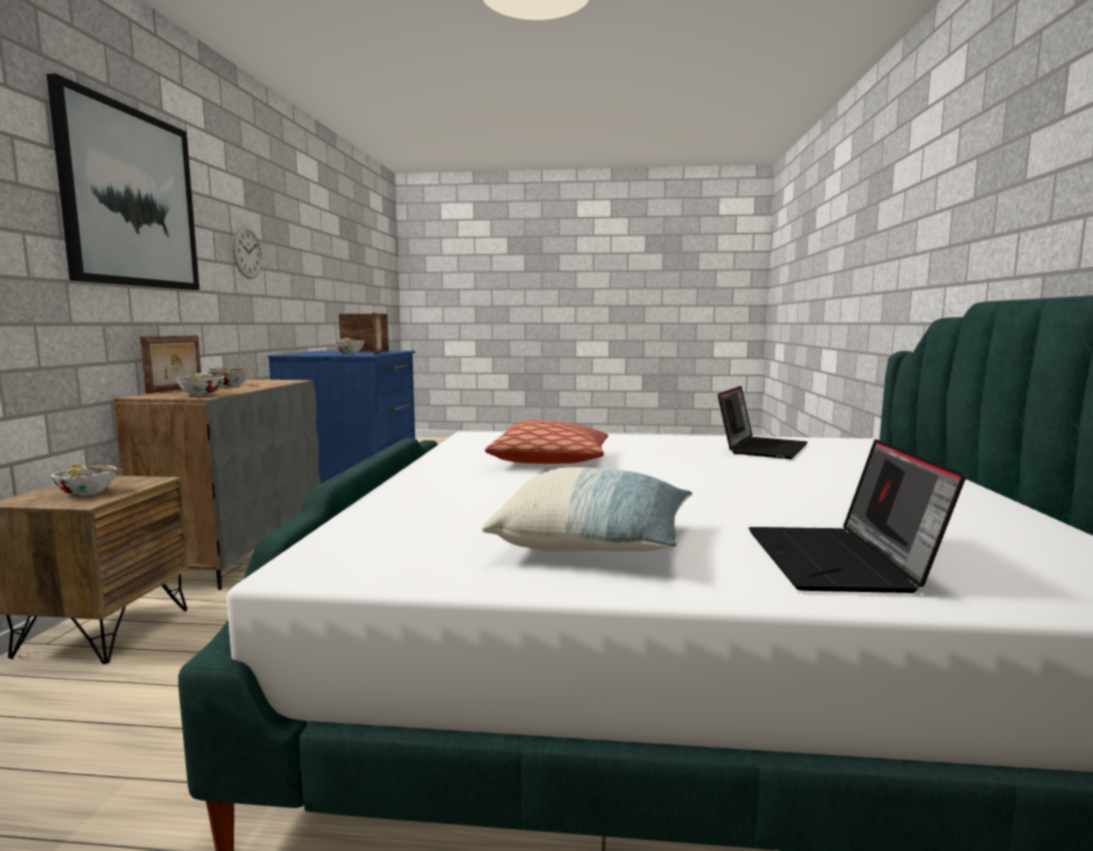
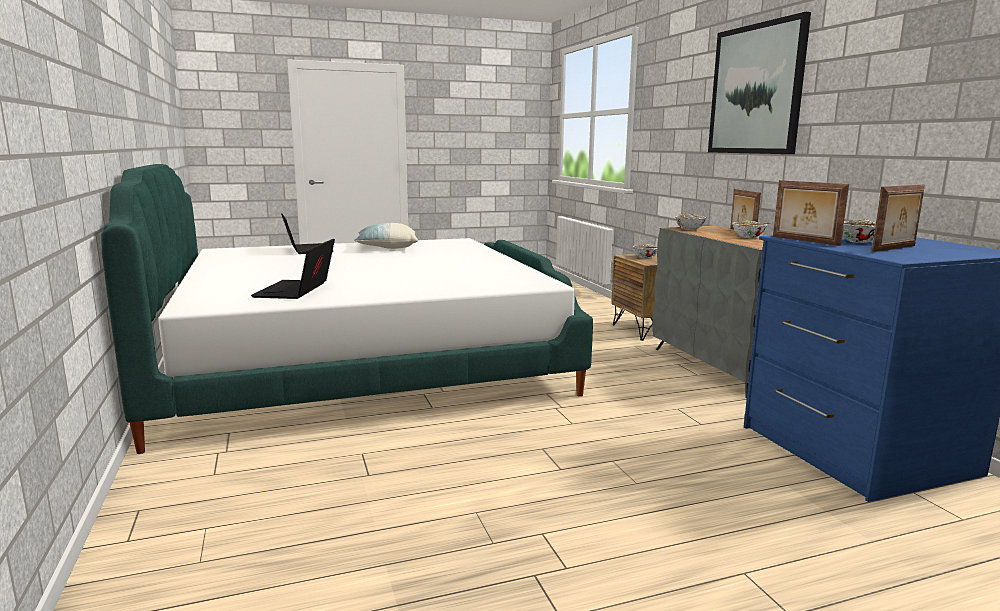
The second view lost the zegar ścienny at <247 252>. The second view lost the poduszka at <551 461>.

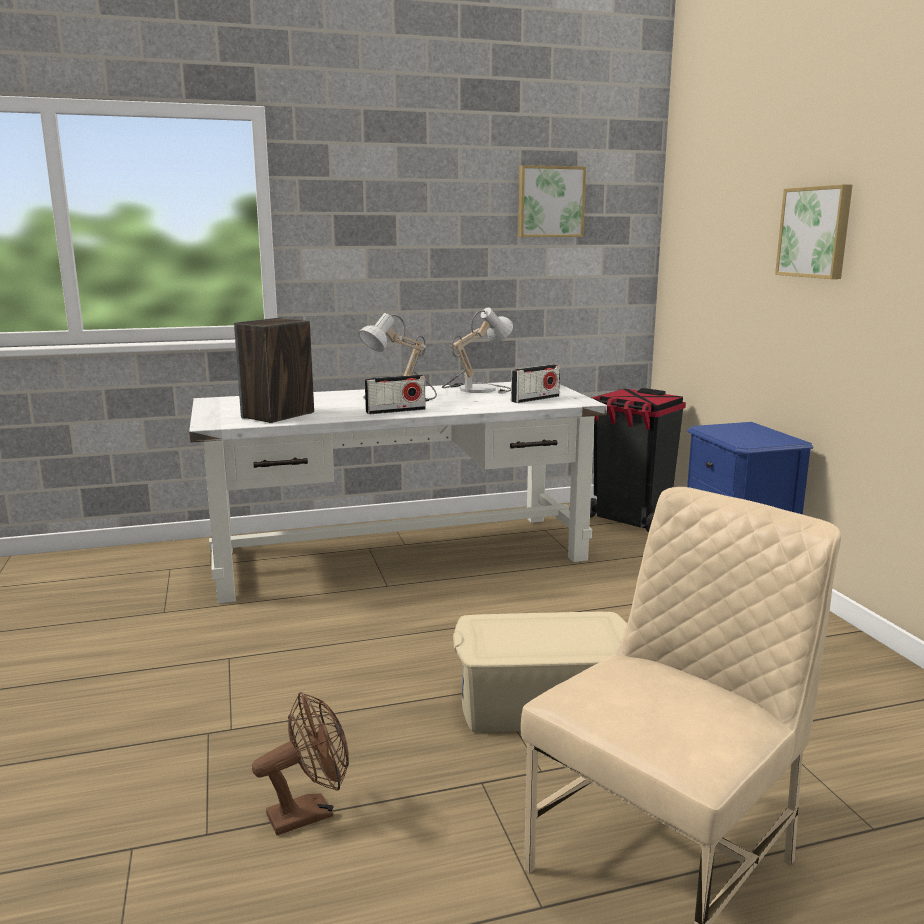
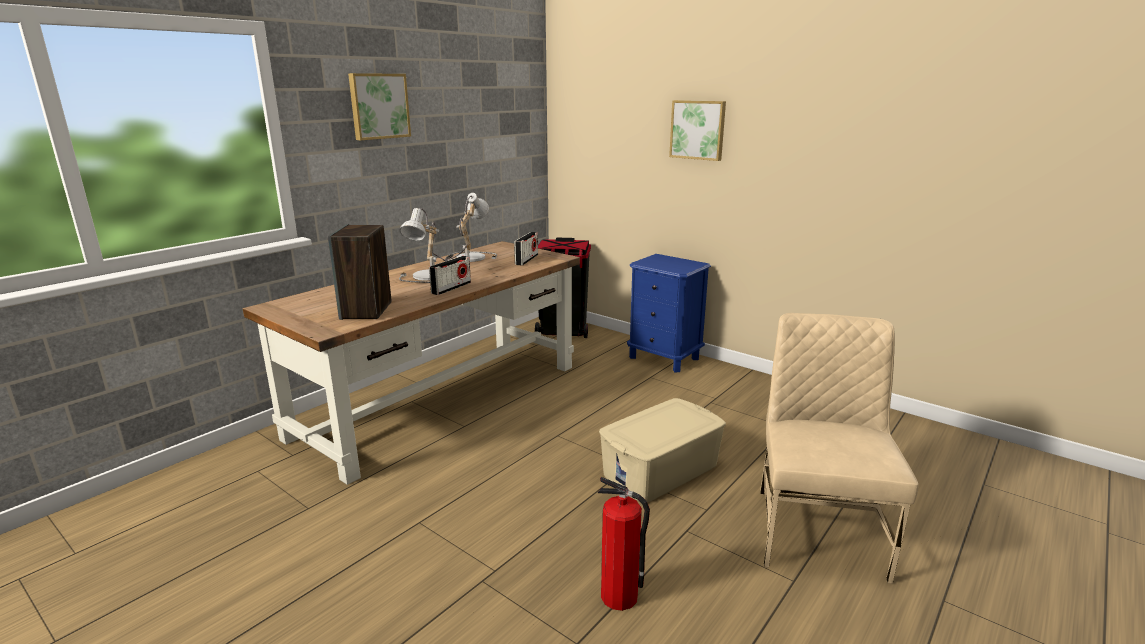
What was the biurko/biały at <400 554> turned into the biurko/brązowy at <442 399>. Where the wentylator/brązowy stood at <310 812>, the gaśnica came to stand at <620 596>. The obraz ended up elsewhere, having gone from <550 202> to <378 106>.

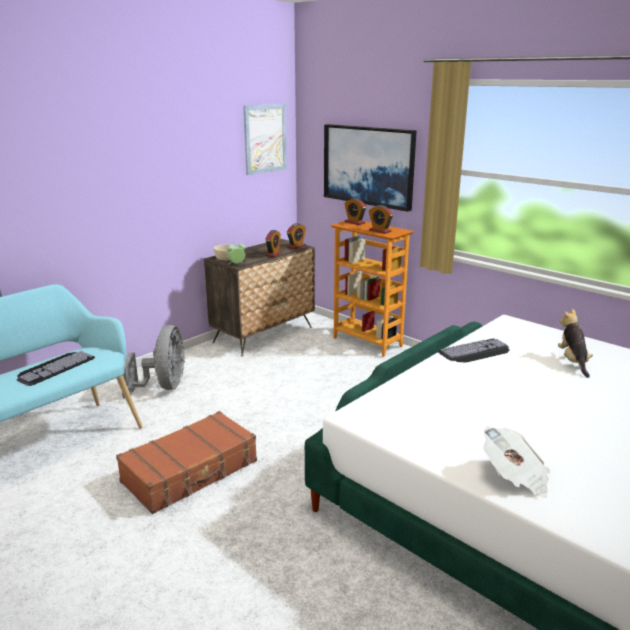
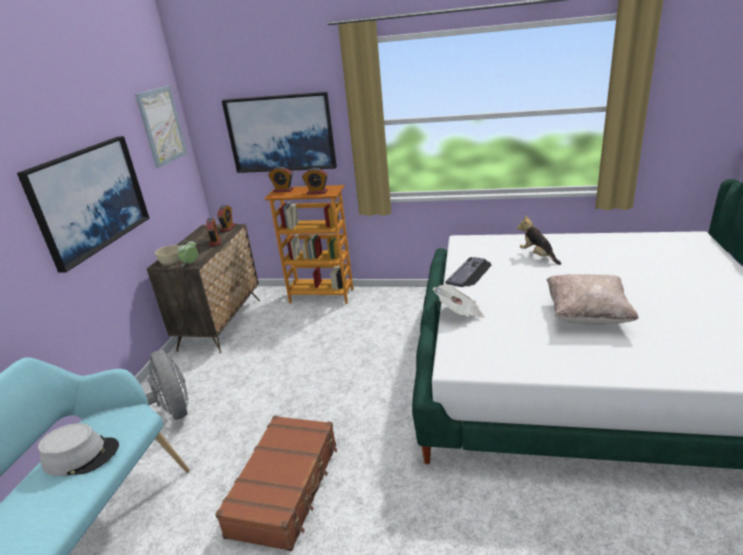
Where the klawiatura stood at <54 367>, the kapelusz/szary came to stand at <81 456>. The gazeta ended up elsewhere, having gone from <515 477> to <459 313>. The second view gained the obraz at <89 199>. The second view gained the poduszka/beżowy at <587 315>.

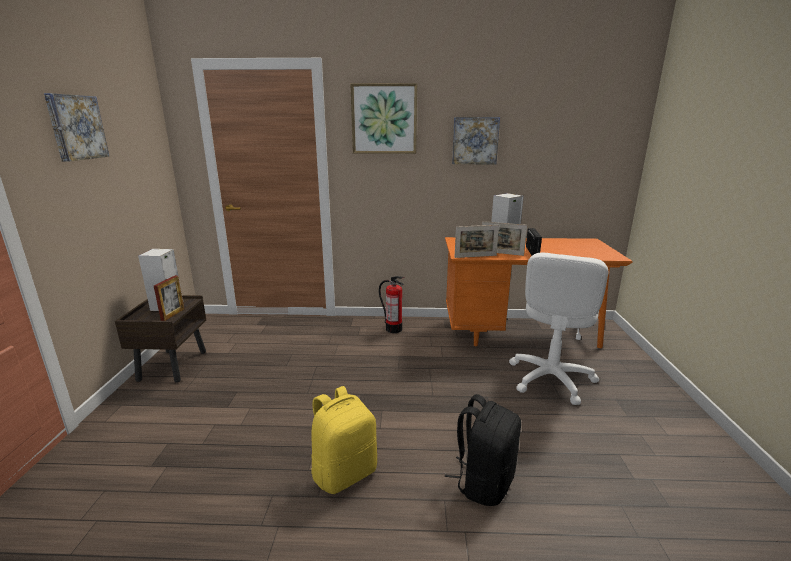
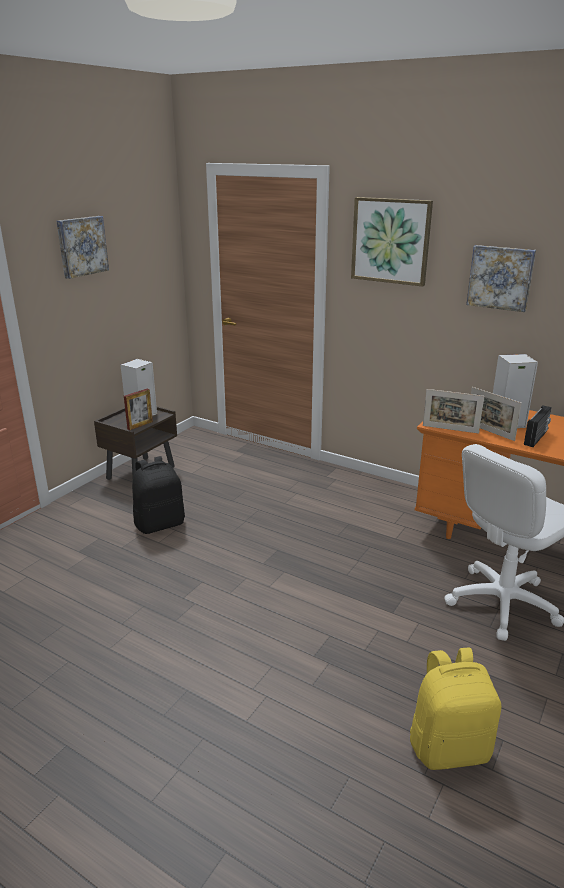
The plecak/żółty ended up elsewhere, having gone from <344 472> to <449 747>. The second view lost the gaśnica at <394 329>. The plecak/czarny ended up elsewhere, having gone from <484 482> to <160 524>.

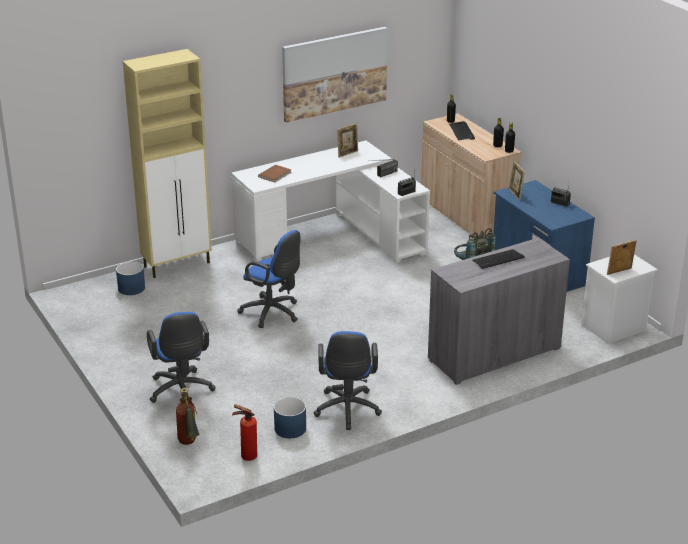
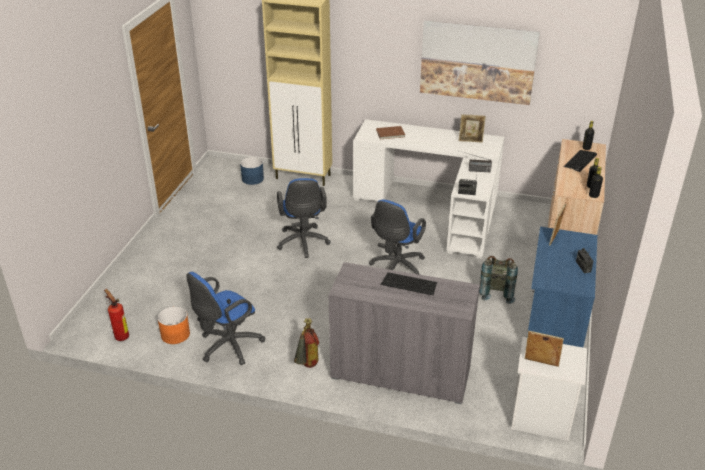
The krzesło biurowe/niebieski ended up elsewhere, having gone from <181 392> to <396 268>. The gaśnica ended up elsewhere, having gone from <189 444> to <307 367>. What was the donica/niebieski at <290 428> turned into the donica/pomarańczowy at <175 334>.

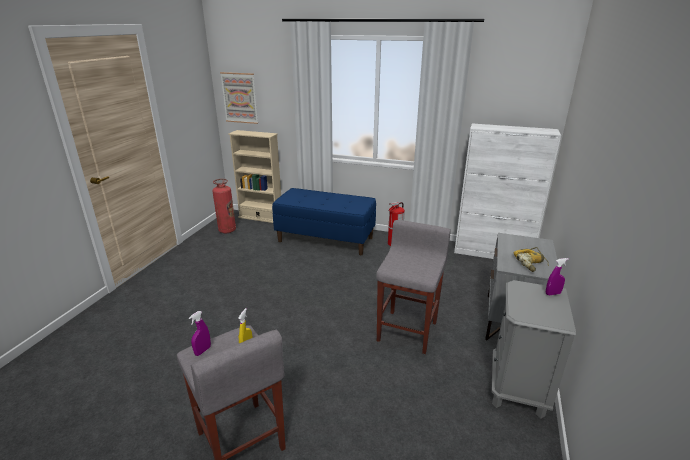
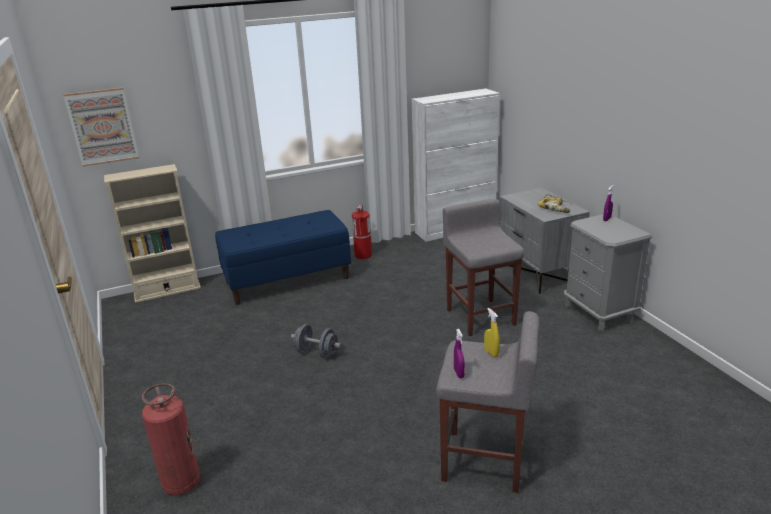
The gaśnica ended up elsewhere, having gone from <227 230> to <181 483>. The second view gained the hantel/szary at <317 353>.

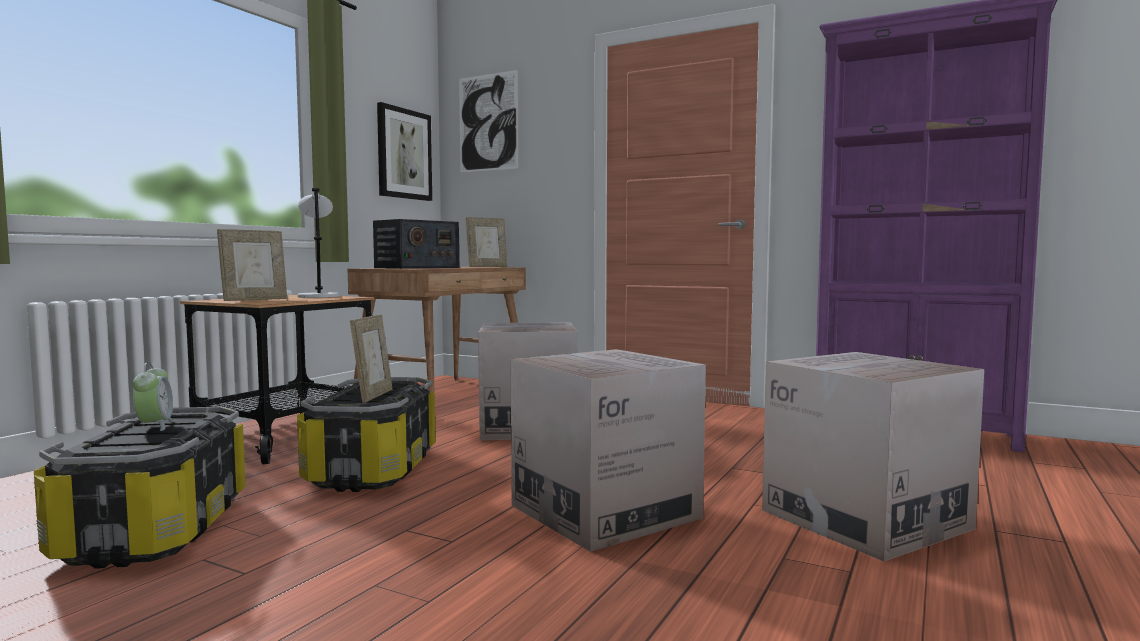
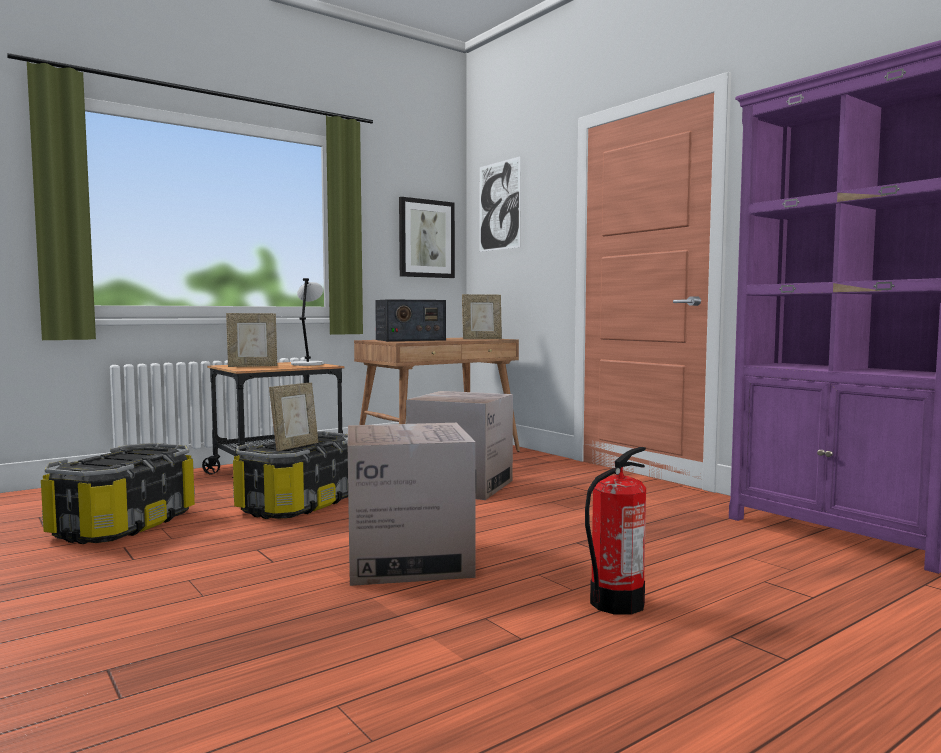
The second view lost the budzik at <155 426>. Where the karton stood at <864 519>, the gaśnica came to stand at <616 603>.

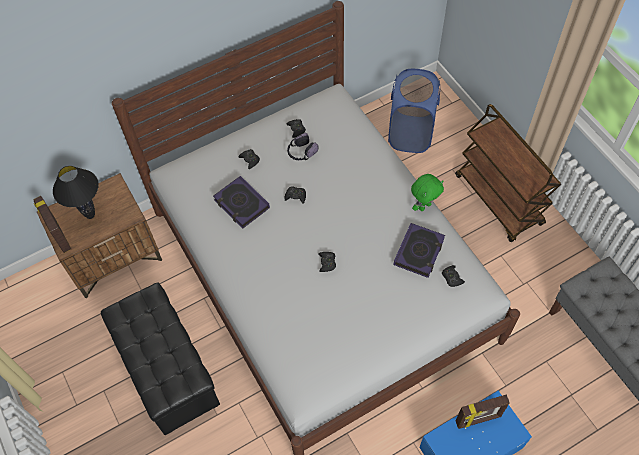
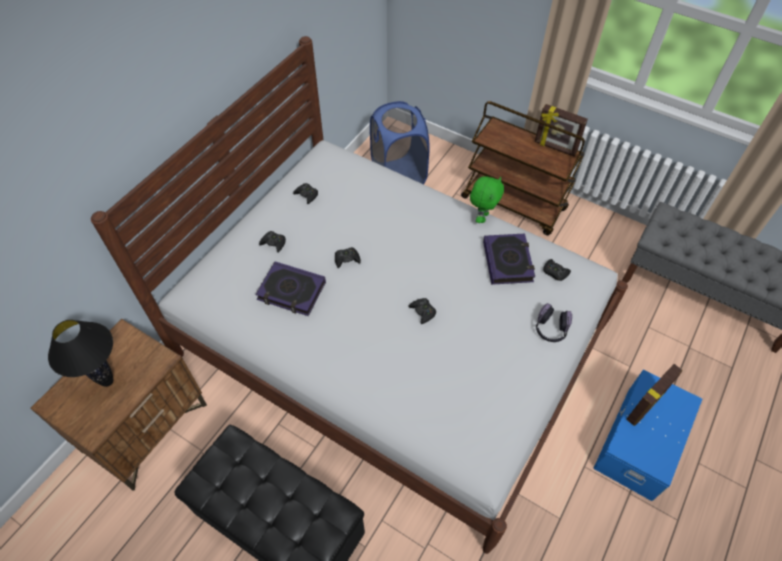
The ramka na zdjęcie ended up elsewhere, having gone from <59 236> to <555 148>. The słuchawki ended up elsewhere, having gone from <301 152> to <551 329>.

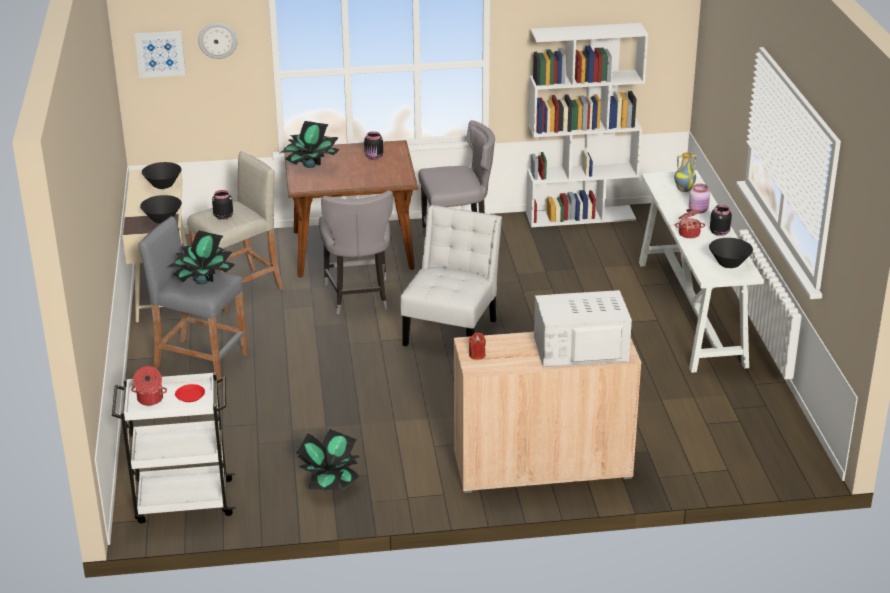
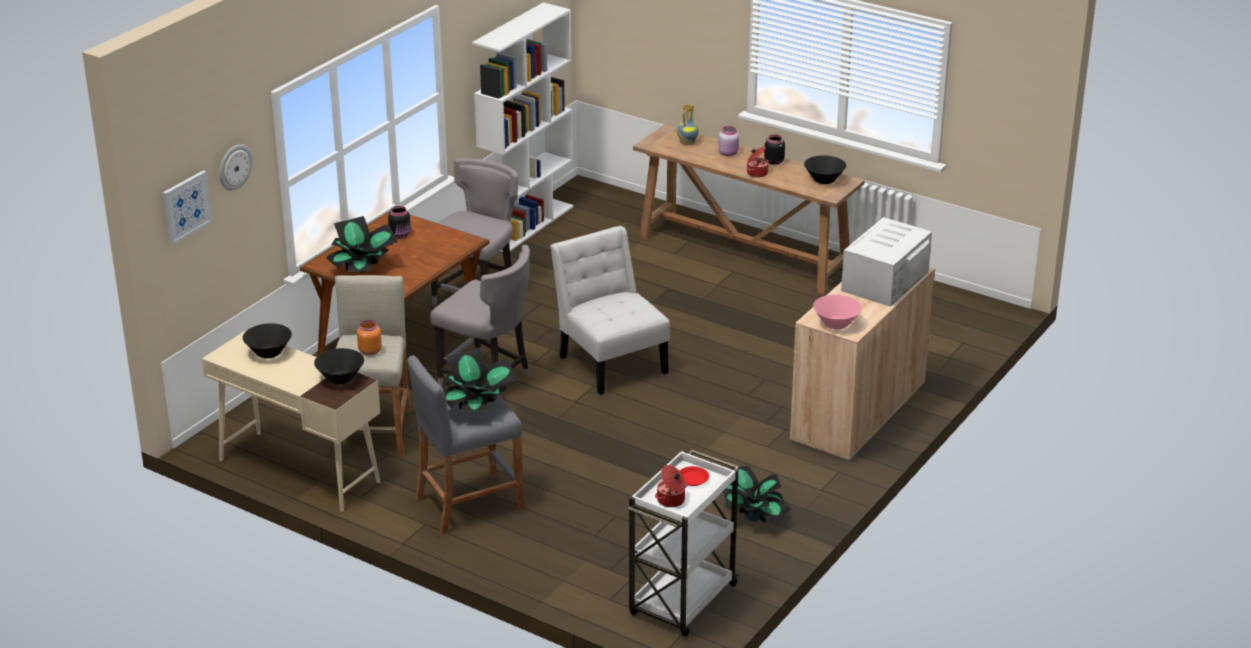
What was the słoik/czarny at <223 216> turned into the słoik/pomarańczowy at <369 351>. Where the świeca/czerwony stood at <477 355>, the miska/różowy came to stand at <836 324>. What was the stolik konsolowy/biały at <691 313> turned into the stolik konsolowy/brązowy at <745 254>.

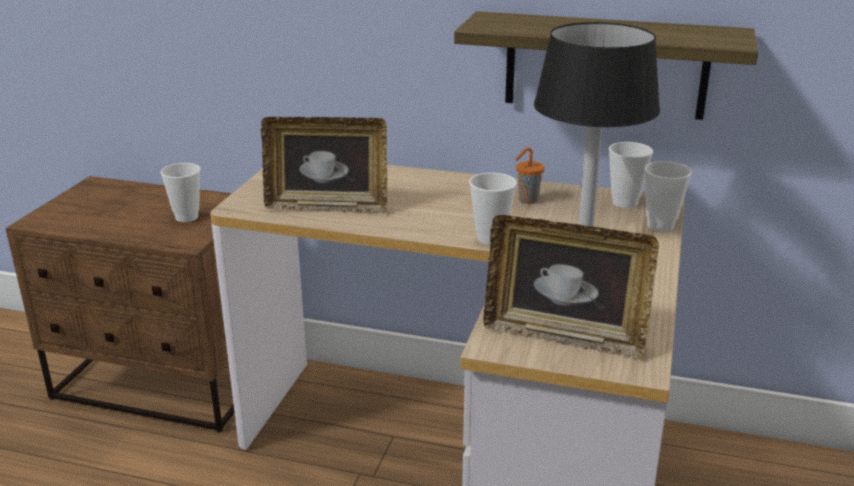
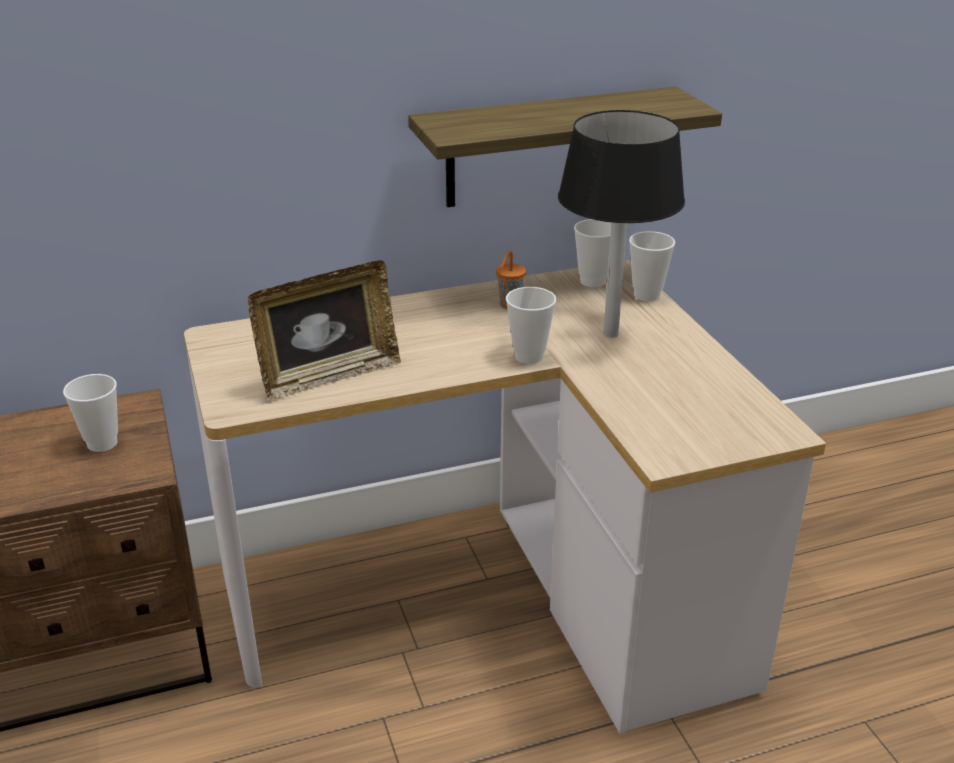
The second view lost the ramka na zdjęcie at <564 336>.

